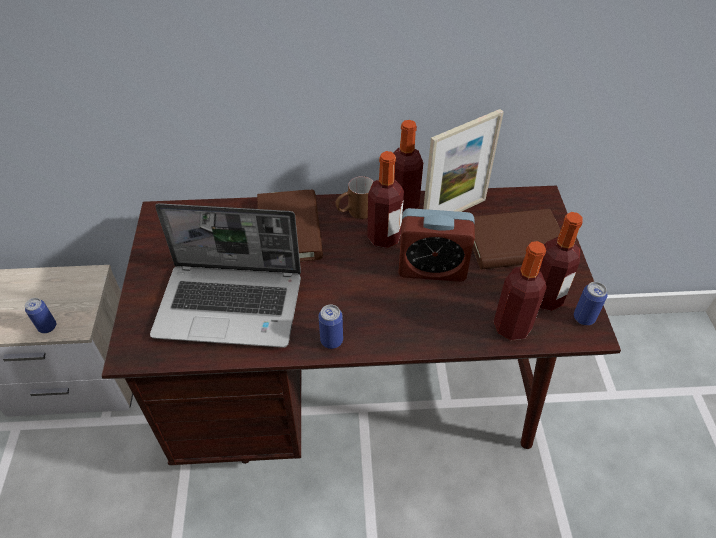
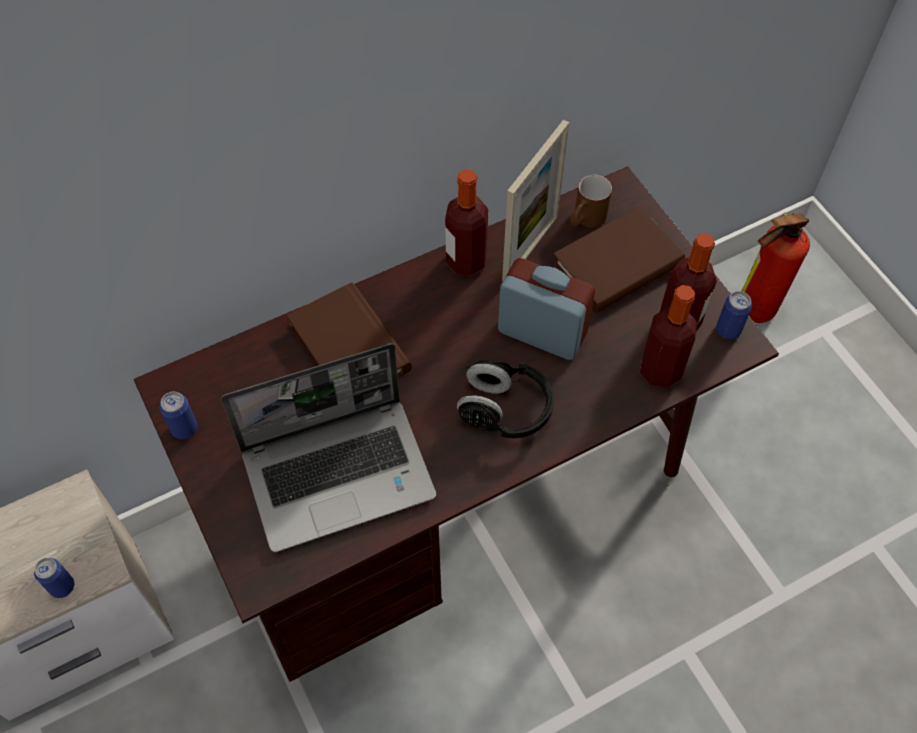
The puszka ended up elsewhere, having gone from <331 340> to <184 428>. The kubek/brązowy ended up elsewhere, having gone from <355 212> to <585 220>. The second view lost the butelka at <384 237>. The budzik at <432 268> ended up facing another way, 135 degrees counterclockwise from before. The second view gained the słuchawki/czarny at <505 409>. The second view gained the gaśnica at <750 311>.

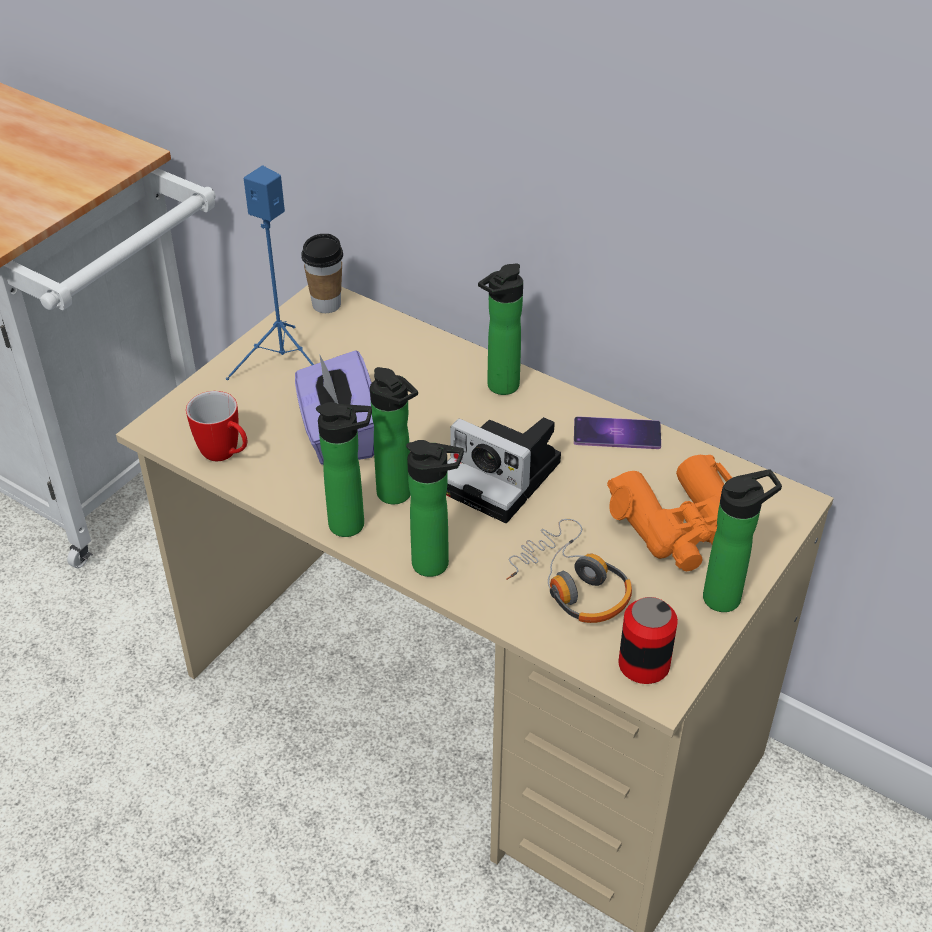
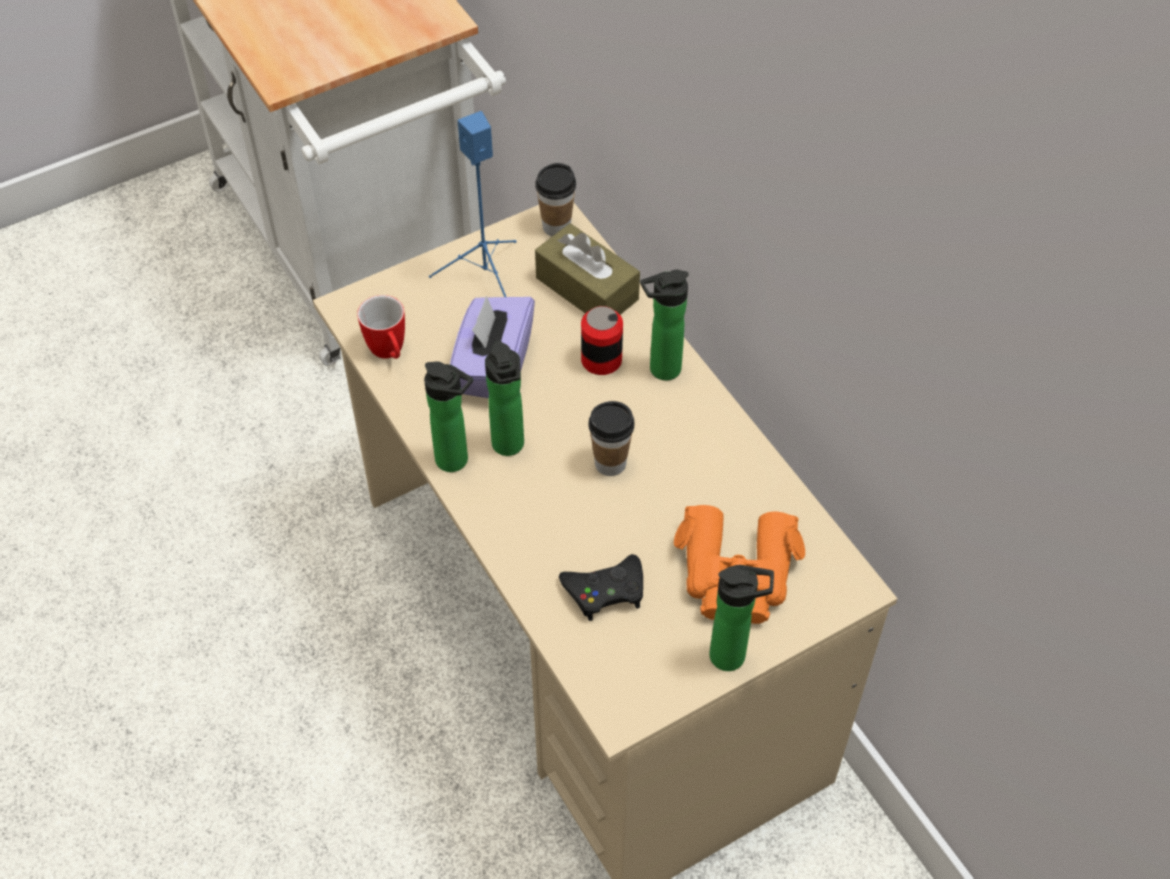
The second view lost the butelka at <436 565>. Where the aparat fotograficzny stood at <504 477>, the filiżanka came to stand at <610 463>. Where the słuchawki stood at <571 585>, the pad do gier/czarny came to stand at <605 590>. The second view lost the telefon at <617 433>. The puszka ended up elsewhere, having gone from <644 665> to <601 360>. The second view gained the pudełko chusteczek/brązowy at <587 288>.

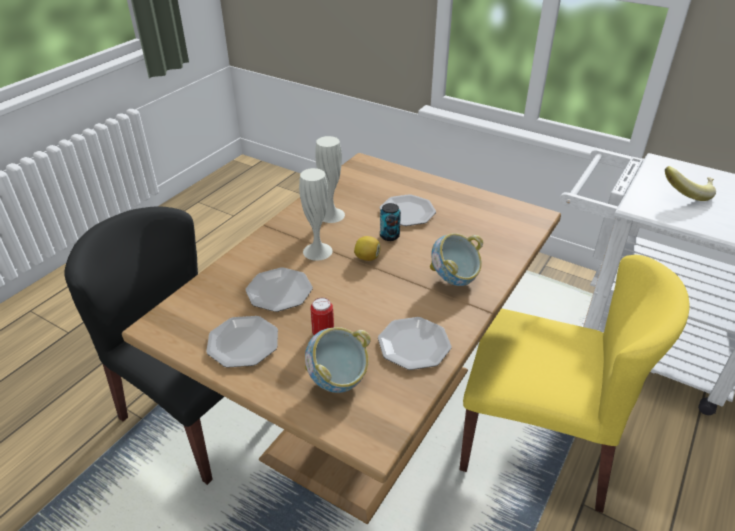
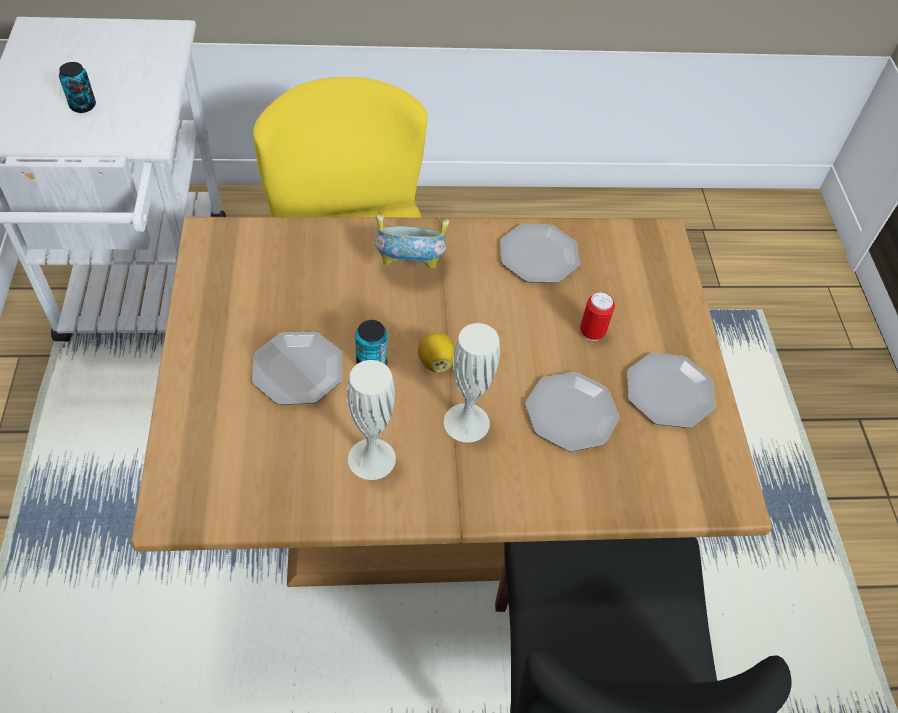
The second view lost the miska at <338 380>. Where the banan stood at <686 193>, the puszka came to stand at <83 106>.

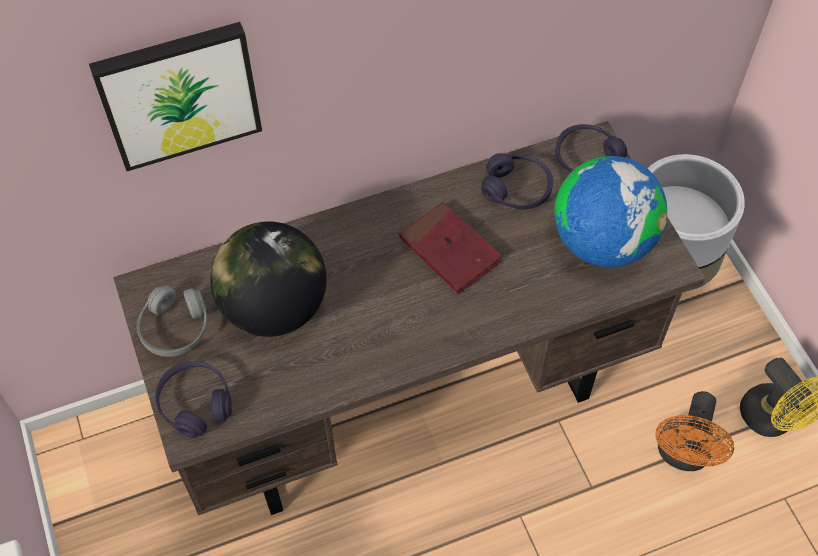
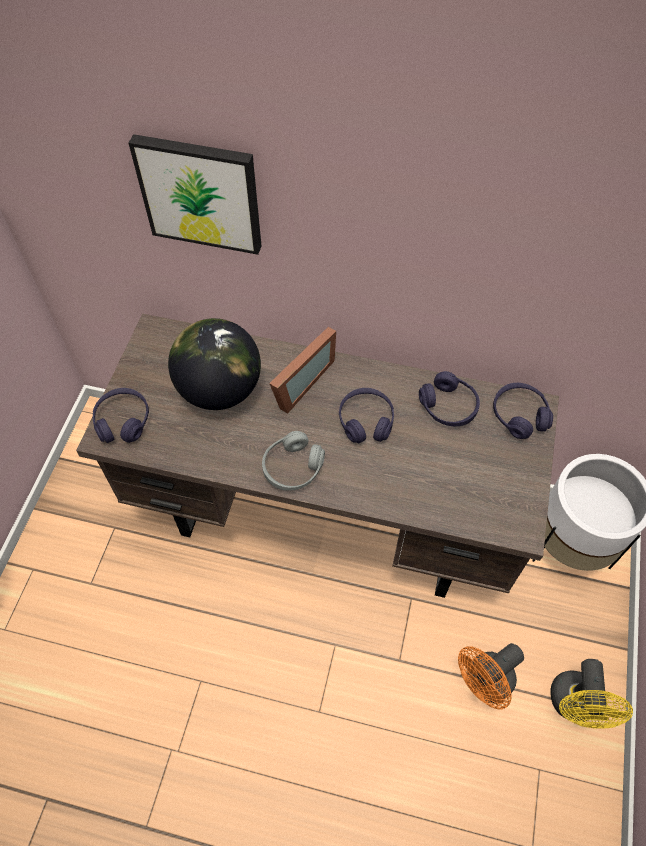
The słuchawki/szary ended up elsewhere, having gone from <175 328> to <293 467>. Where the książka/czerwony stood at <450 250>, the słuchawki/fioletowy came to stand at <366 421>. The second view lost the globus at <602 242>. The second view gained the ramka na zdjęcie at <298 383>.

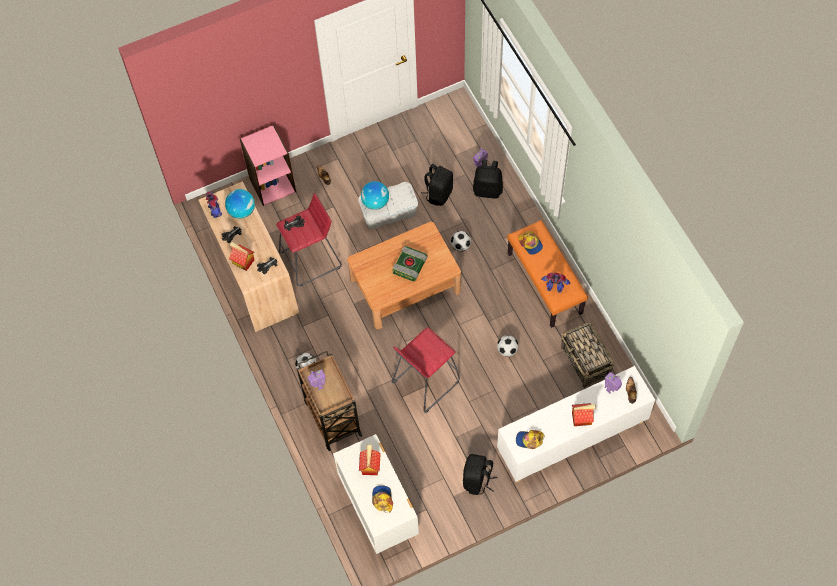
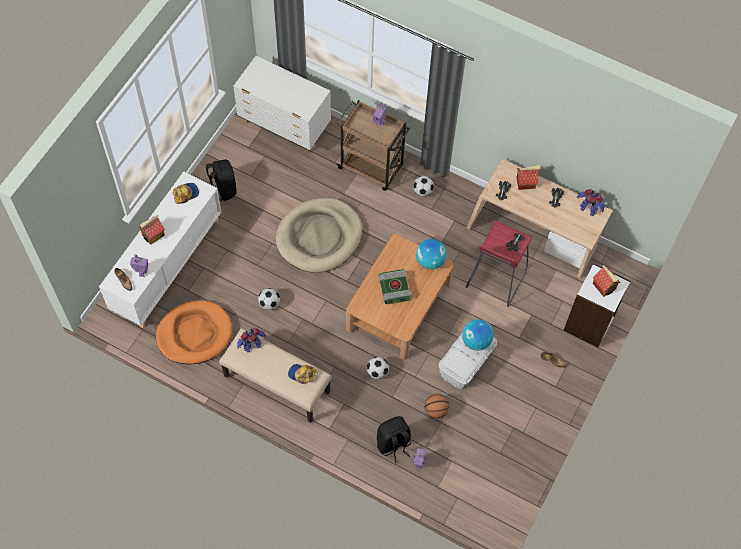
The globus ended up elsewhere, having gone from <241 211> to <430 261>. What was the regał/różowy at <272 185> turned into the regał/biały at <589 323>. The domek ended up elsewhere, having gone from <370 466> to <604 286>. The second view lost the czapka z daszkiem at <382 499>. Where the stołek/czerwony stood at <425 382>, the legowisko/beżowy came to stand at <319 237>. Where the plecak/czarny stood at <438 194>, the piłka do koszykówki came to stand at <435 410>. What was the ławka/pomarańczowy at <545 283> turned into the ławka/beżowy at <276 384>. Where the koszyk stood at <585 362>, the legowisko/pomarańczowy came to stand at <194 334>.

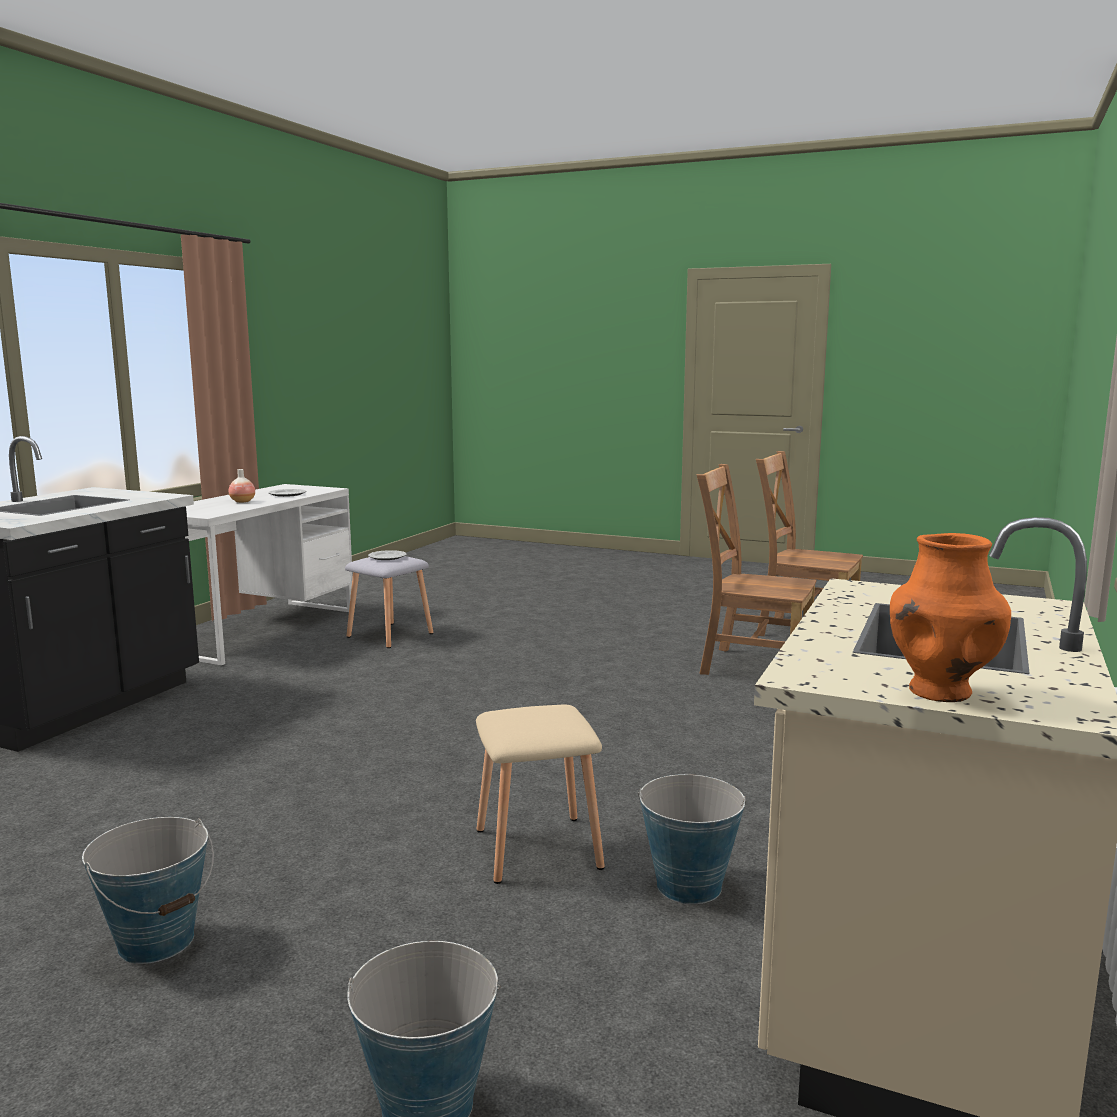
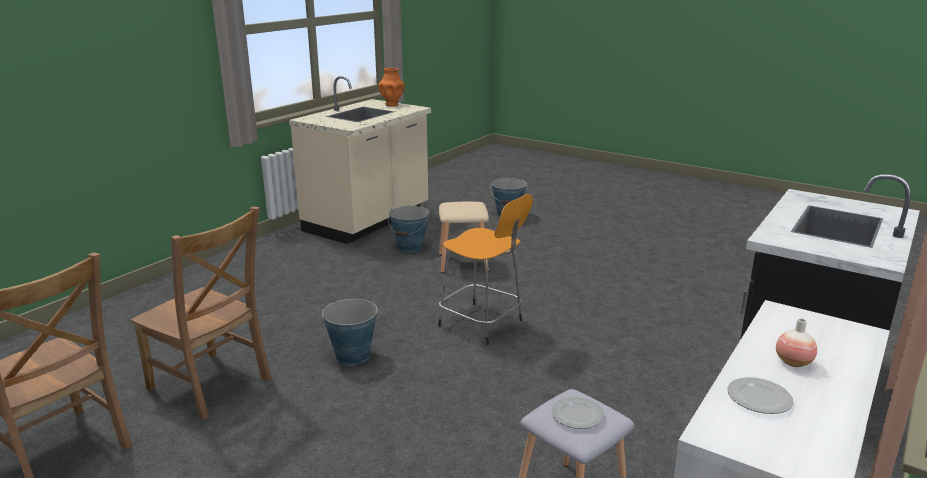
The wiadro ended up elsewhere, having gone from <157 941> to <352 355>. The second view gained the stołek/pomarańczowy at <483 324>.

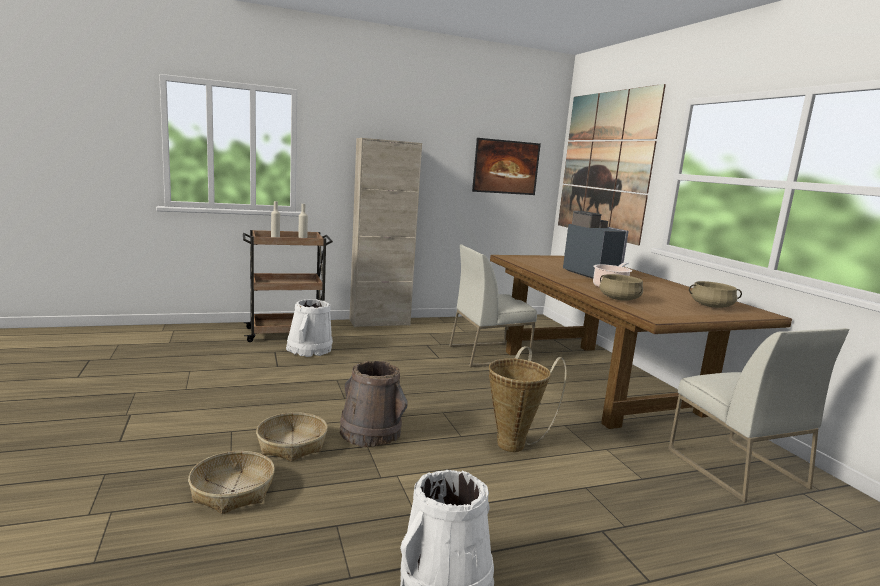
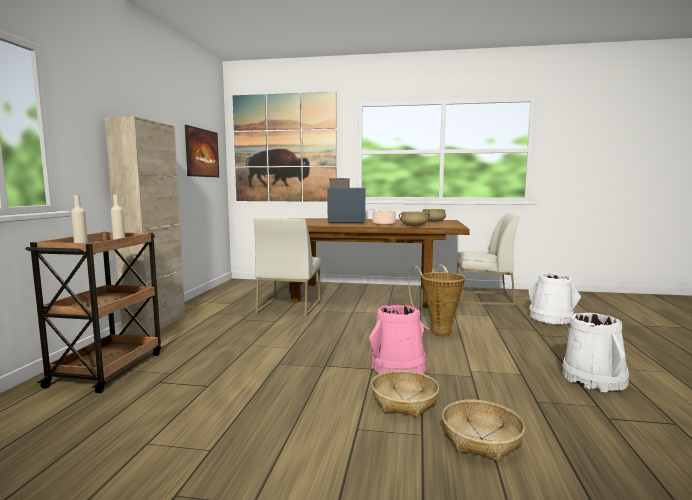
The wiadro/biały ended up elsewhere, having gone from <309 349> to <551 318>. What was the wiadro/brązowy at <371 432> turned into the wiadro/różowy at <398 367>.

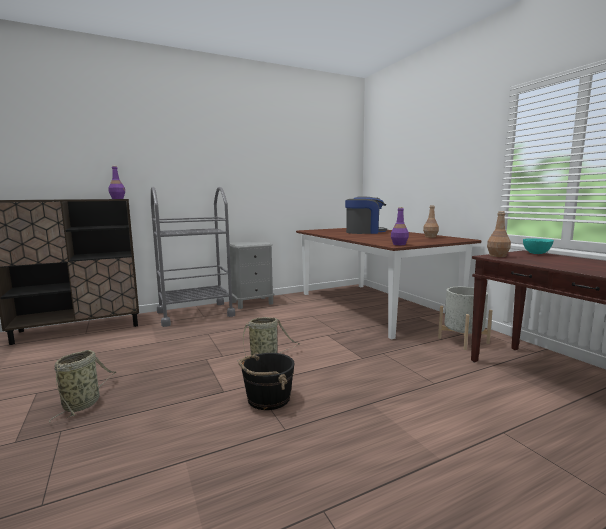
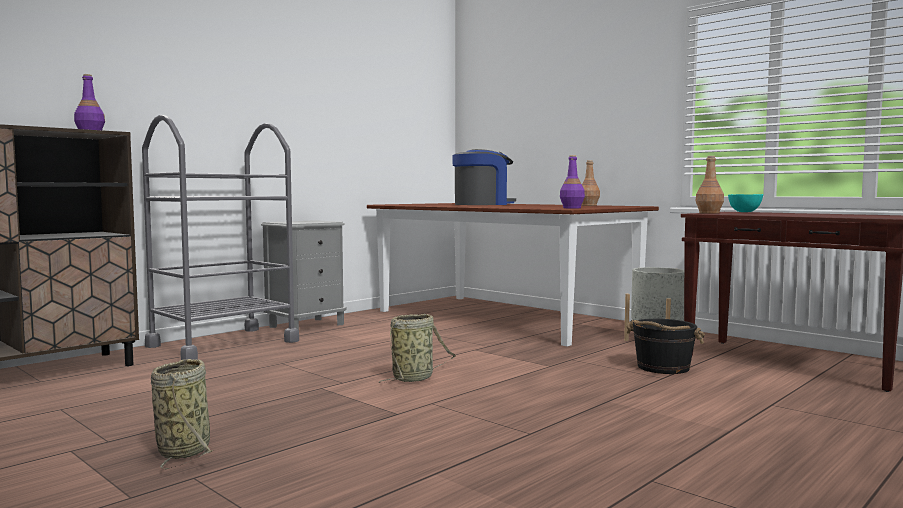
The wiadro/czarny ended up elsewhere, having gone from <267 398> to <662 367>.

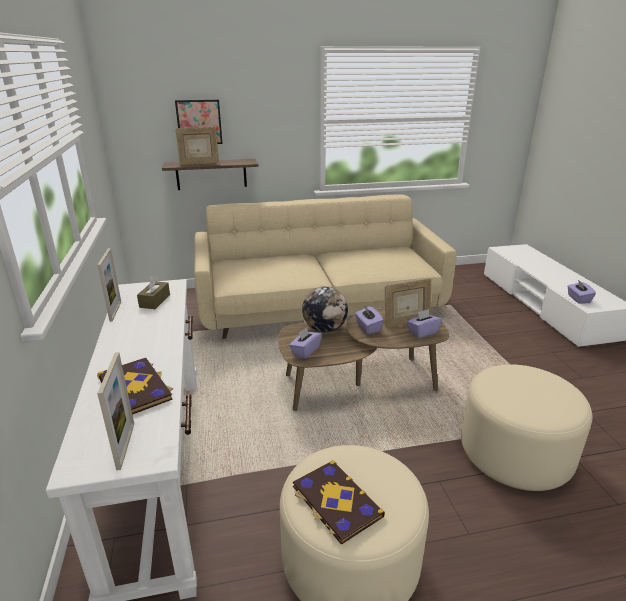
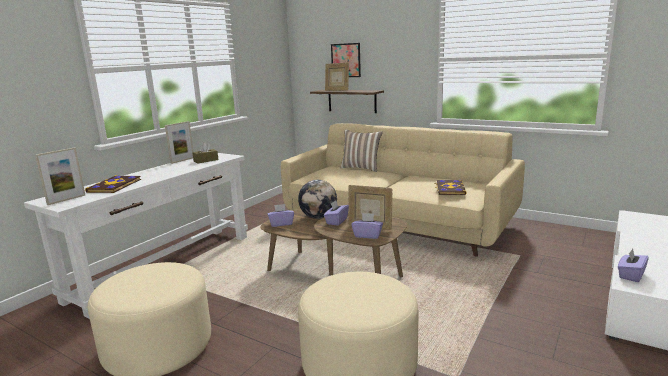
The książka ended up elsewhere, having gone from <335 502> to <449 189>. The second view gained the poduszka at <361 168>.

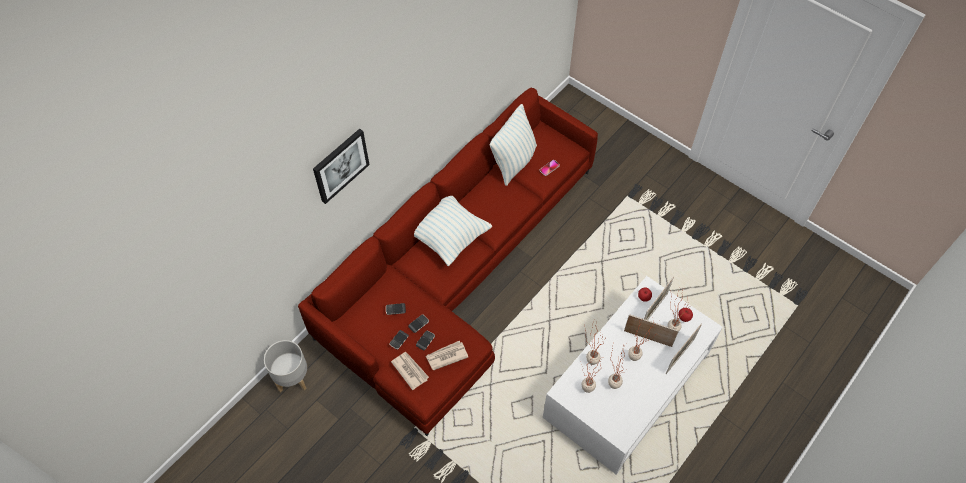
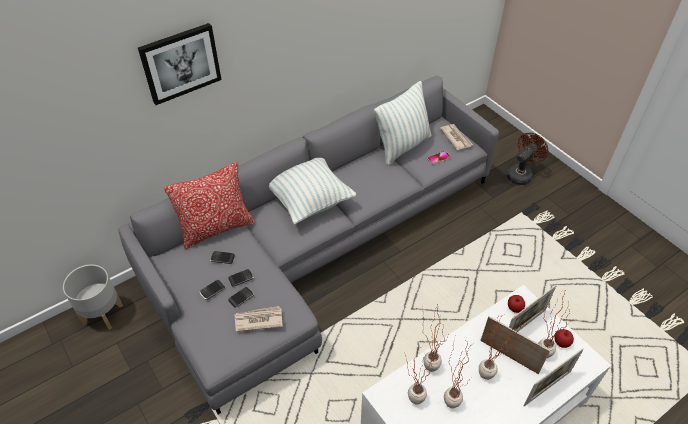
What was the kanapa/czerwony at <457 271> turned into the kanapa/szary at <315 247>. The gazeta ended up elsewhere, having gone from <410 370> to <456 138>. The second view gained the poduszka at <216 228>. The second view gained the wentylator/brązowy at <521 174>.

